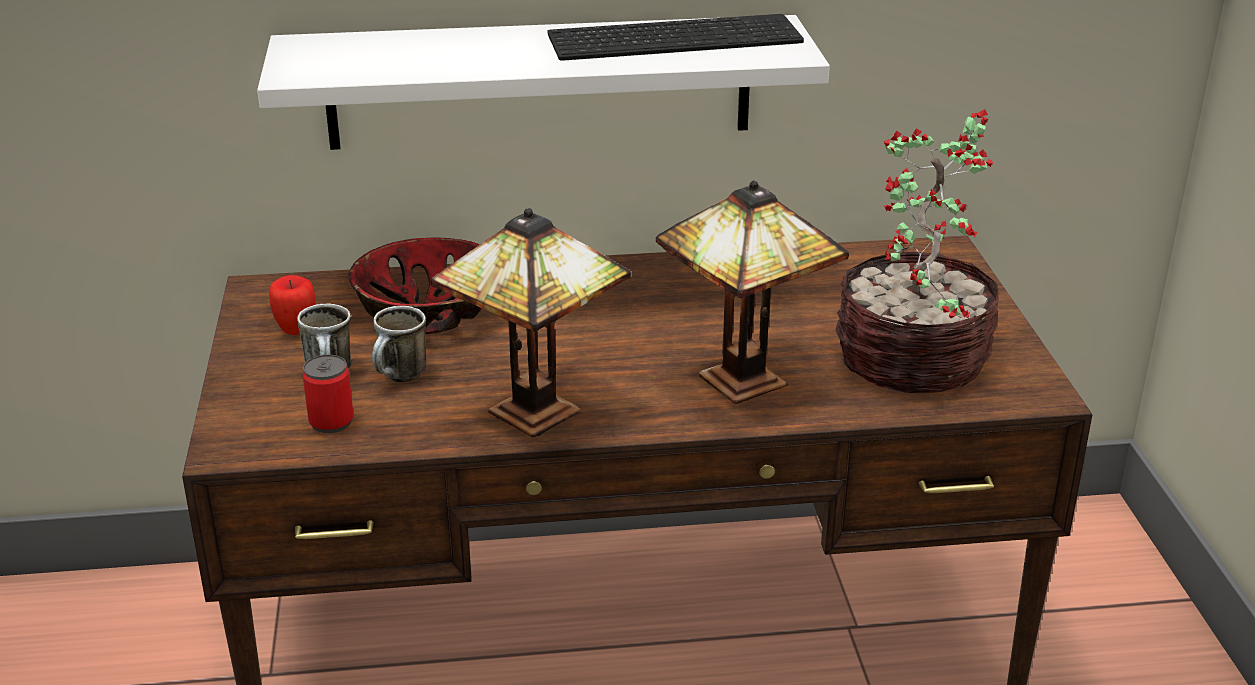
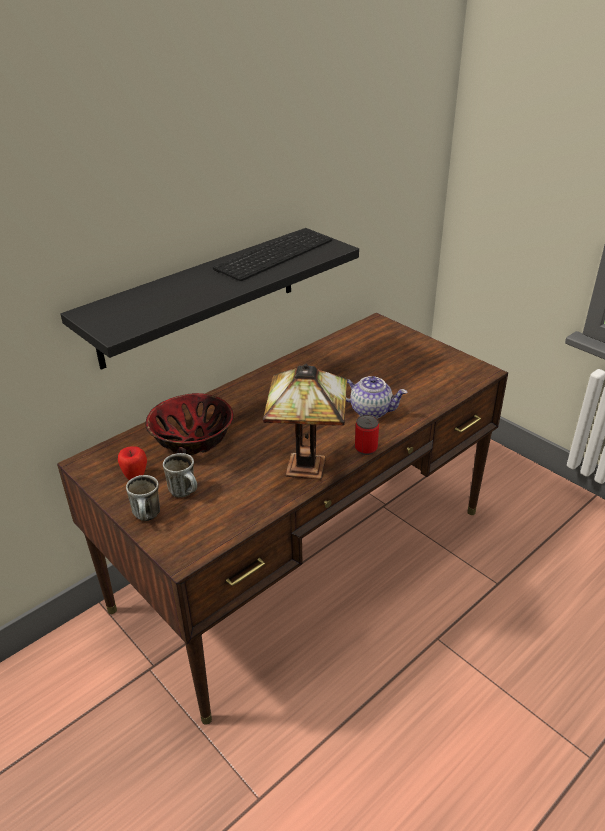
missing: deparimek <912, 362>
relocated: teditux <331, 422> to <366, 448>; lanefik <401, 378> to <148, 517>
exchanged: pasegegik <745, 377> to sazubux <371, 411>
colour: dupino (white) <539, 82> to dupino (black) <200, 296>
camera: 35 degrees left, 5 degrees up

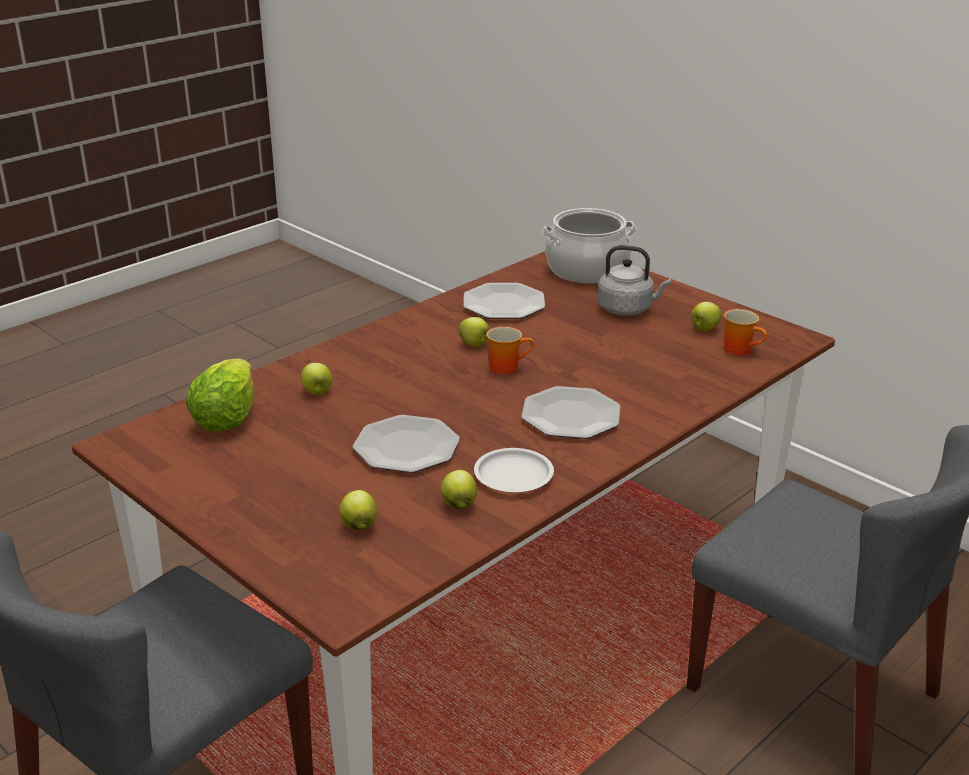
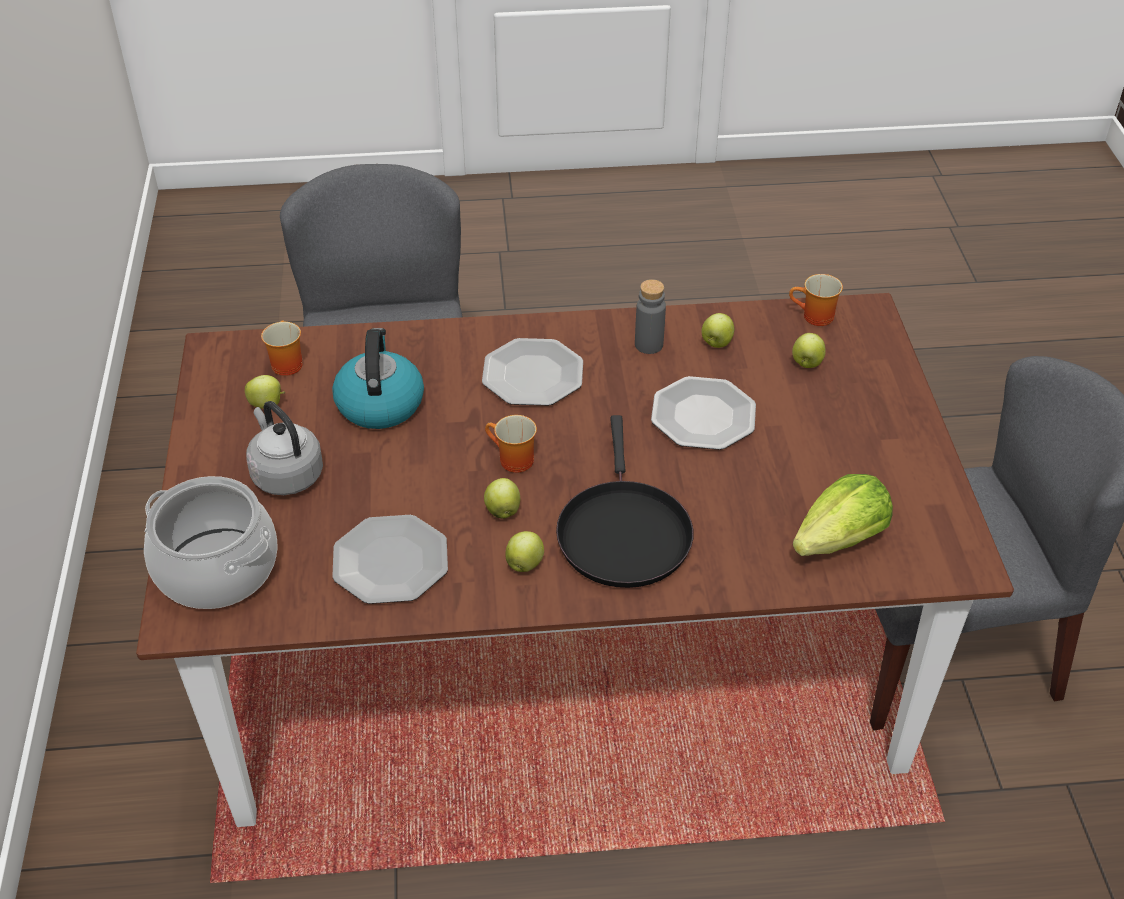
appeared: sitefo <379, 403>; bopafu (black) <622, 532>; lanefik <814, 318>
relocated: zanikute <317, 392> to <525, 563>
exchanged: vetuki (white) <514, 476> to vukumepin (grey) <648, 345>
camera: 140 degrees left, 15 degrees up

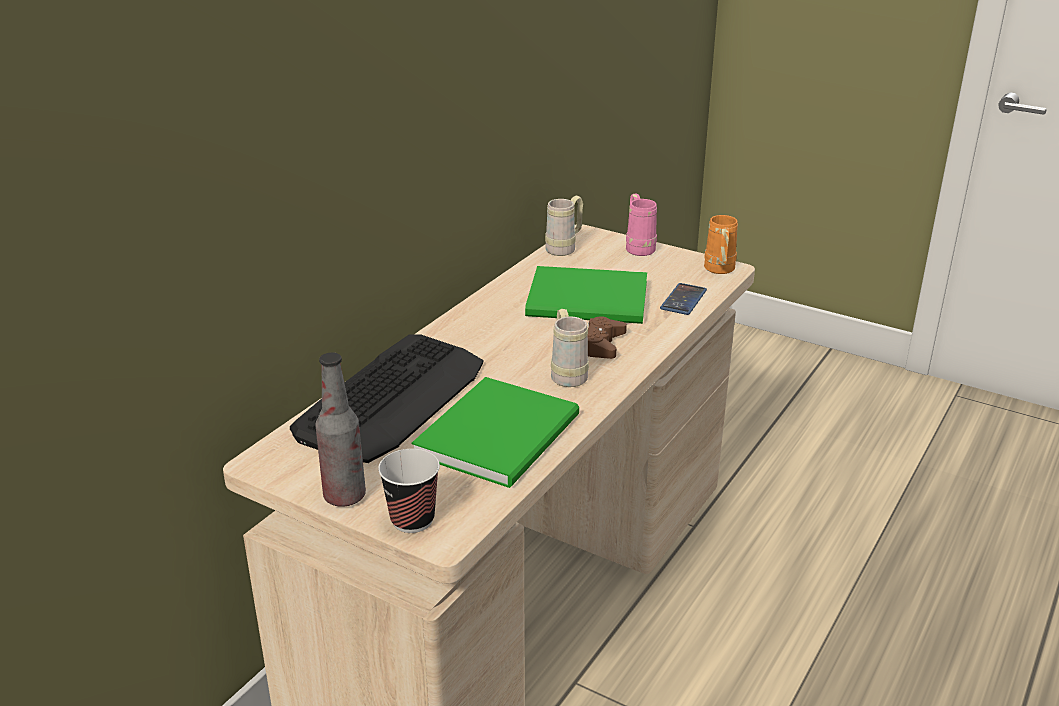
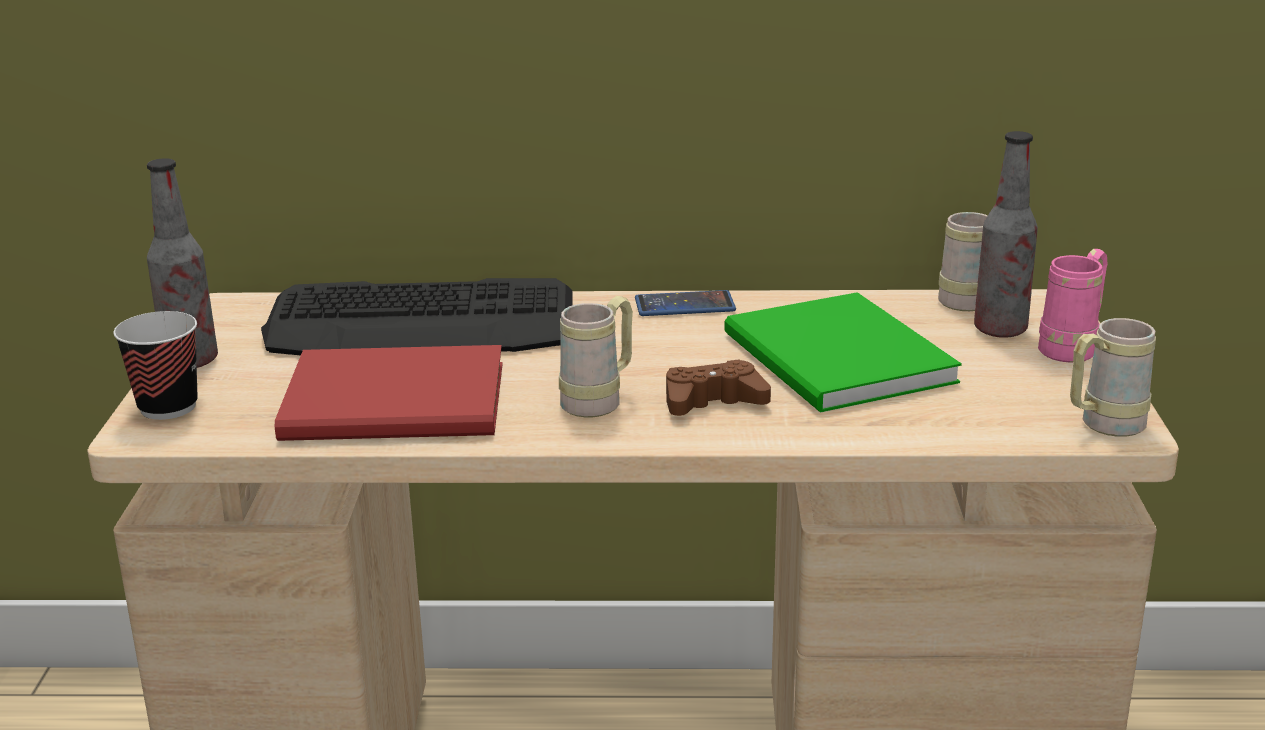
appeared: vukumepin <1000, 330>
relocated: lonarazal <683, 300> to <684, 305>
colour: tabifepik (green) <503, 434> to tabifepik (red) <401, 403>; lanefik (orange) <719, 271> to lanefik (beige) <1102, 426>
camera: 60 degrees right, 5 degrees down

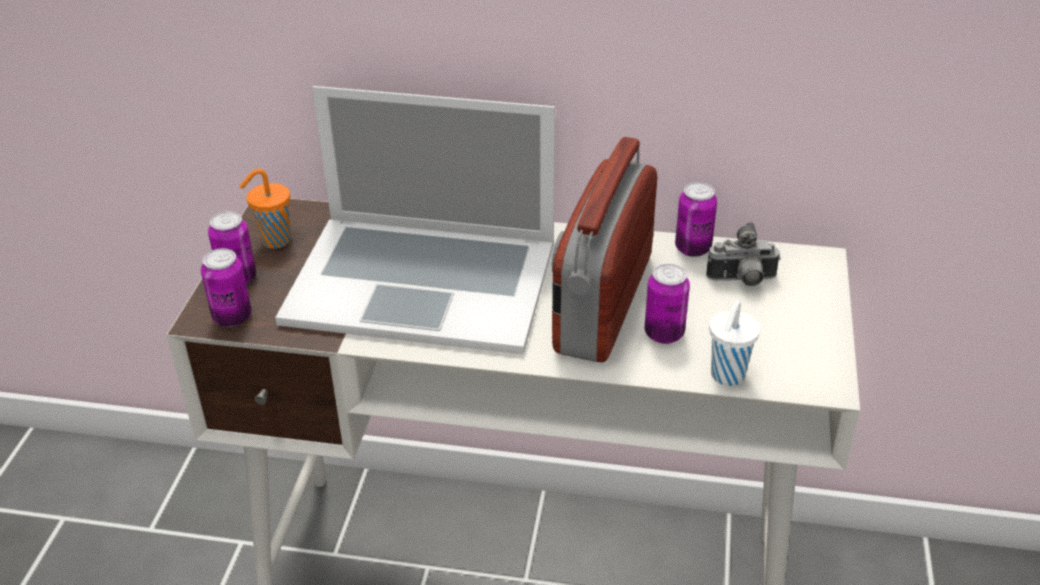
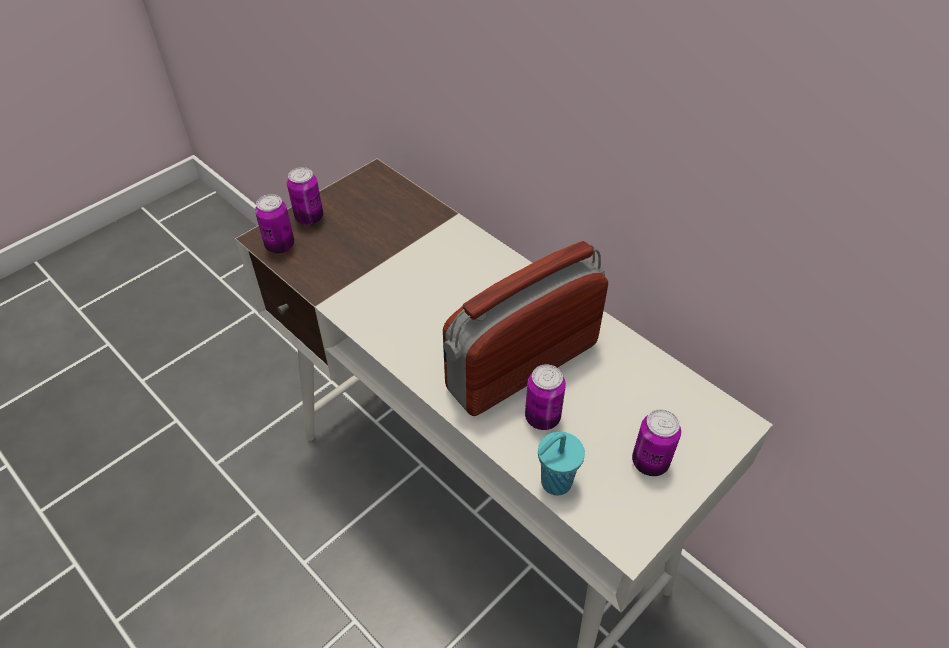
missing: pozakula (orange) <274, 241>; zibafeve <422, 281>; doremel <742, 281>
relocated: teditux <693, 248> to <650, 462>
colour: pozakula (white) <727, 376> to pozakula (turquoise) <554, 483>
camera: 35 degrees right, 10 degrees up

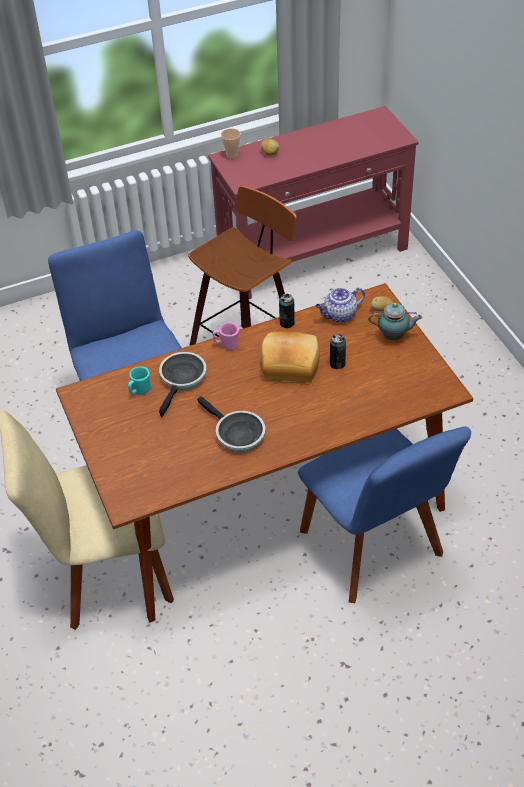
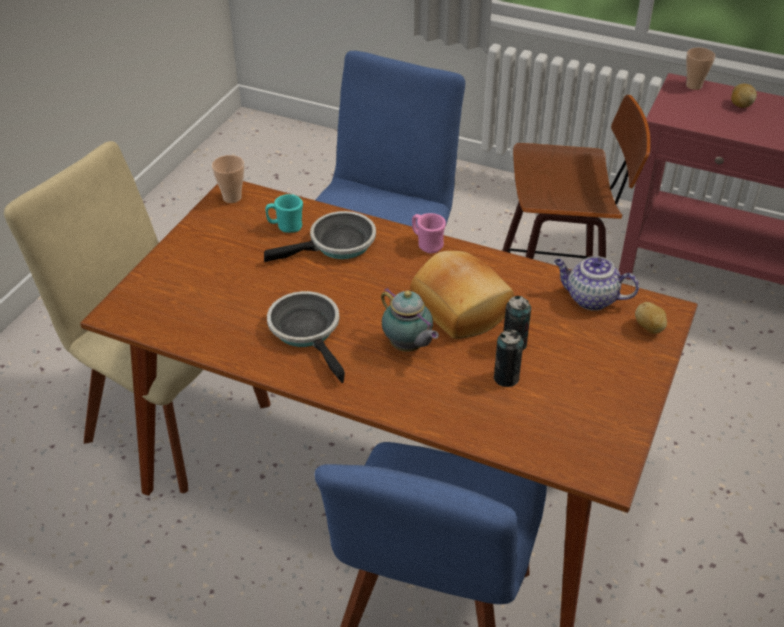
appeared: pozakula <232, 198>
relocated: teditux <287, 323> to <506, 378>; sazubux <394, 336> to <408, 347>
spun: bopafu <237, 434> = <307, 331> 150 degrees clockwise
camera: 45 degrees right, 5 degrees down

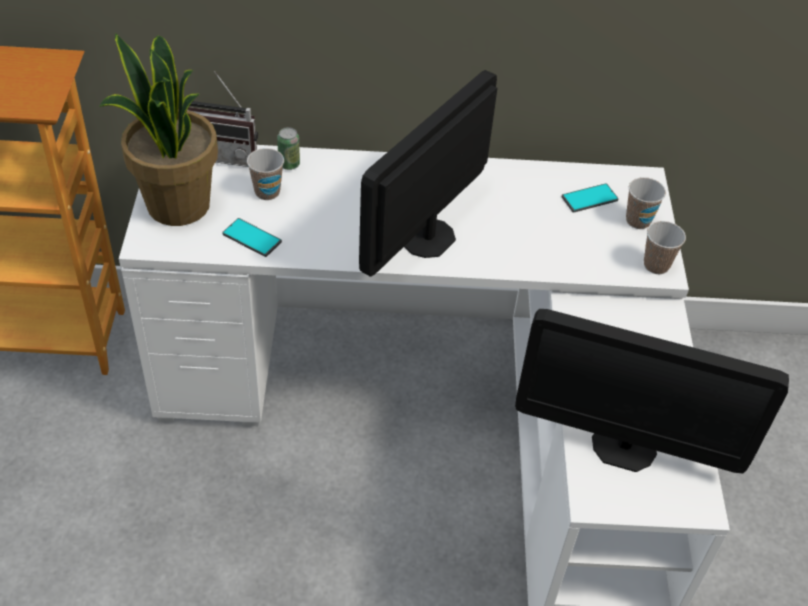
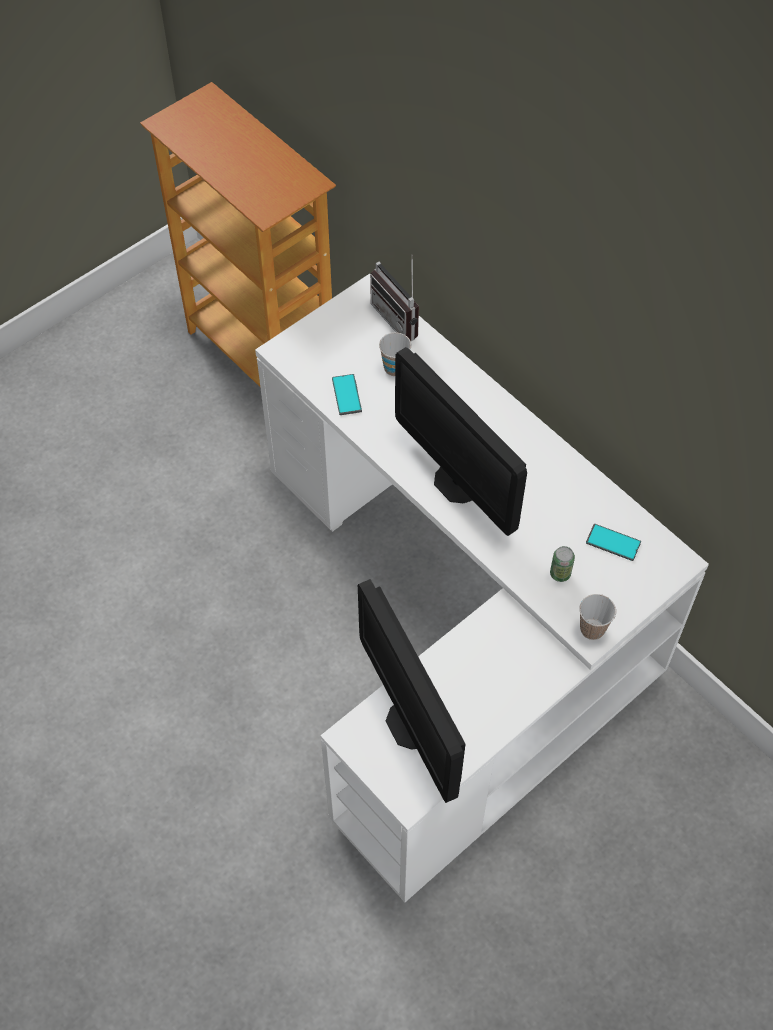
missing: deparimek <177, 205>; pozakula <638, 221>
relocated: teditux <289, 164> to <560, 574>
spun: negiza <428, 238> = <458, 482> 120 degrees counterclockwise
camera: 50 degrees right, 10 degrees up

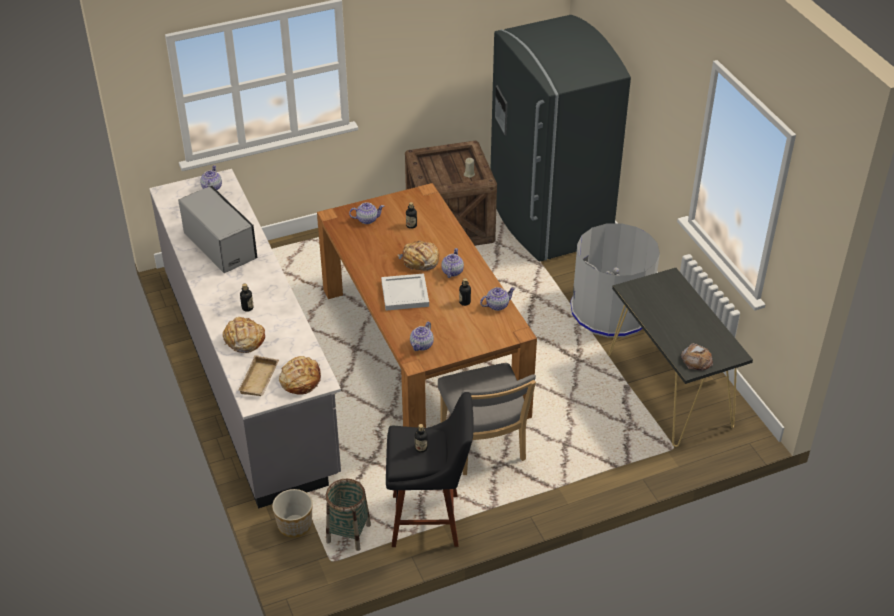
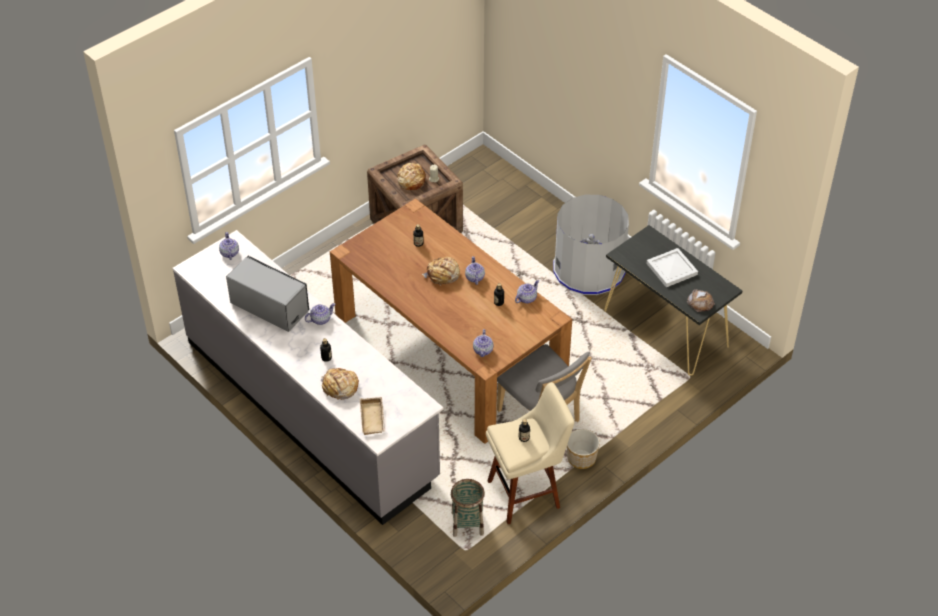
missing: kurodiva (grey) <547, 219>
relocated: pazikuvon <294, 525> to <581, 459>; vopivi <300, 380> to <411, 180>; sazubux <367, 219> to <321, 319>; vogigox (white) <404, 294> to <671, 269>
colour: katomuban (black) <430, 520> to katomuban (beige) <527, 493>
camera: 20 degrees left, 5 degrees up

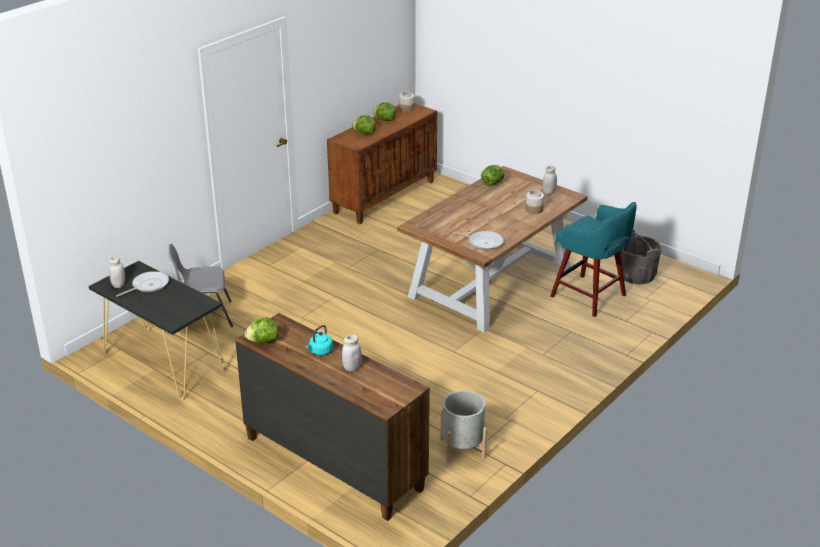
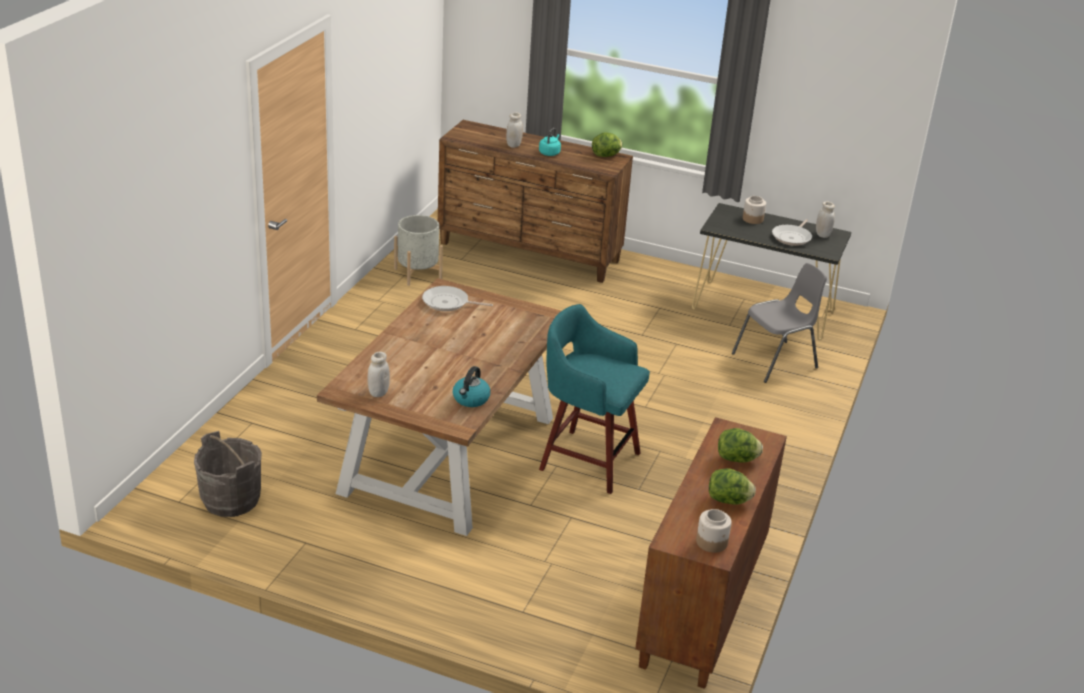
relocated: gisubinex <534, 209> to <753, 219>; katomuban (turquoise) <590, 297> to <586, 460>
exchanged: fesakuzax <493, 183> to sitefo <471, 399>
camera: 160 degrees right, 0 degrees up

